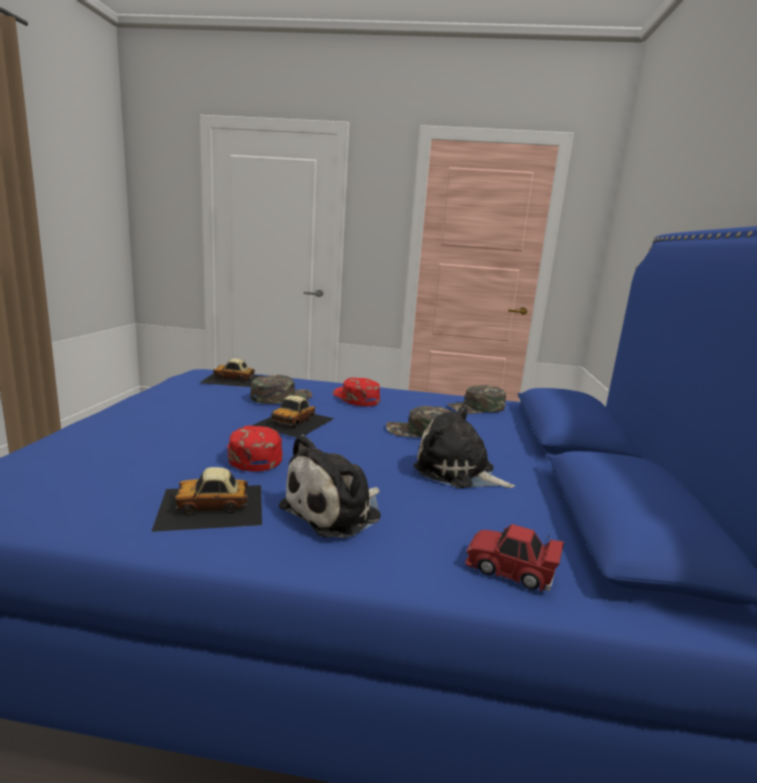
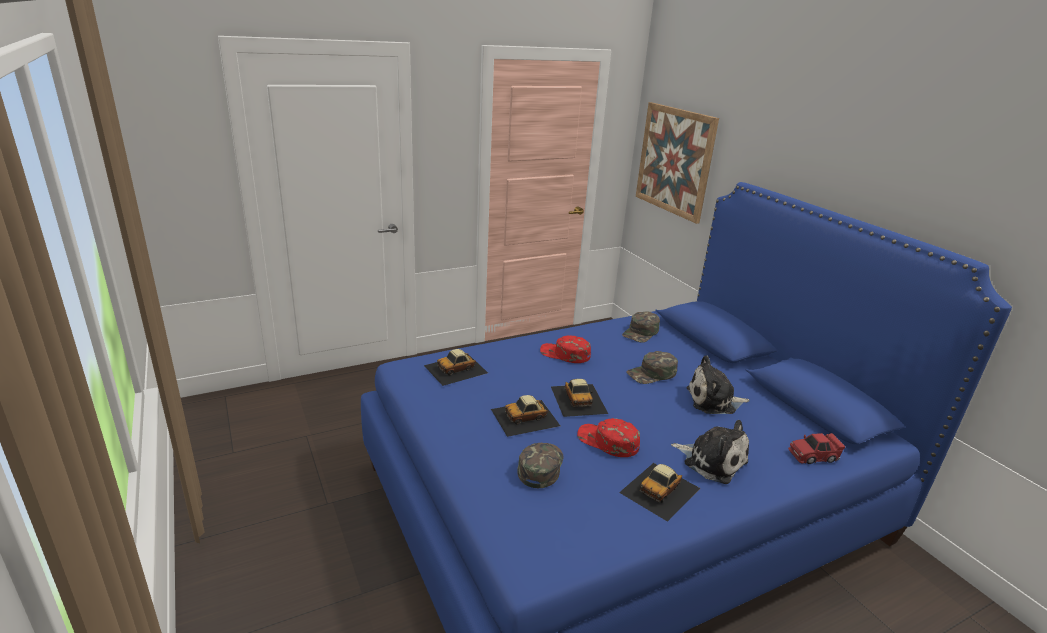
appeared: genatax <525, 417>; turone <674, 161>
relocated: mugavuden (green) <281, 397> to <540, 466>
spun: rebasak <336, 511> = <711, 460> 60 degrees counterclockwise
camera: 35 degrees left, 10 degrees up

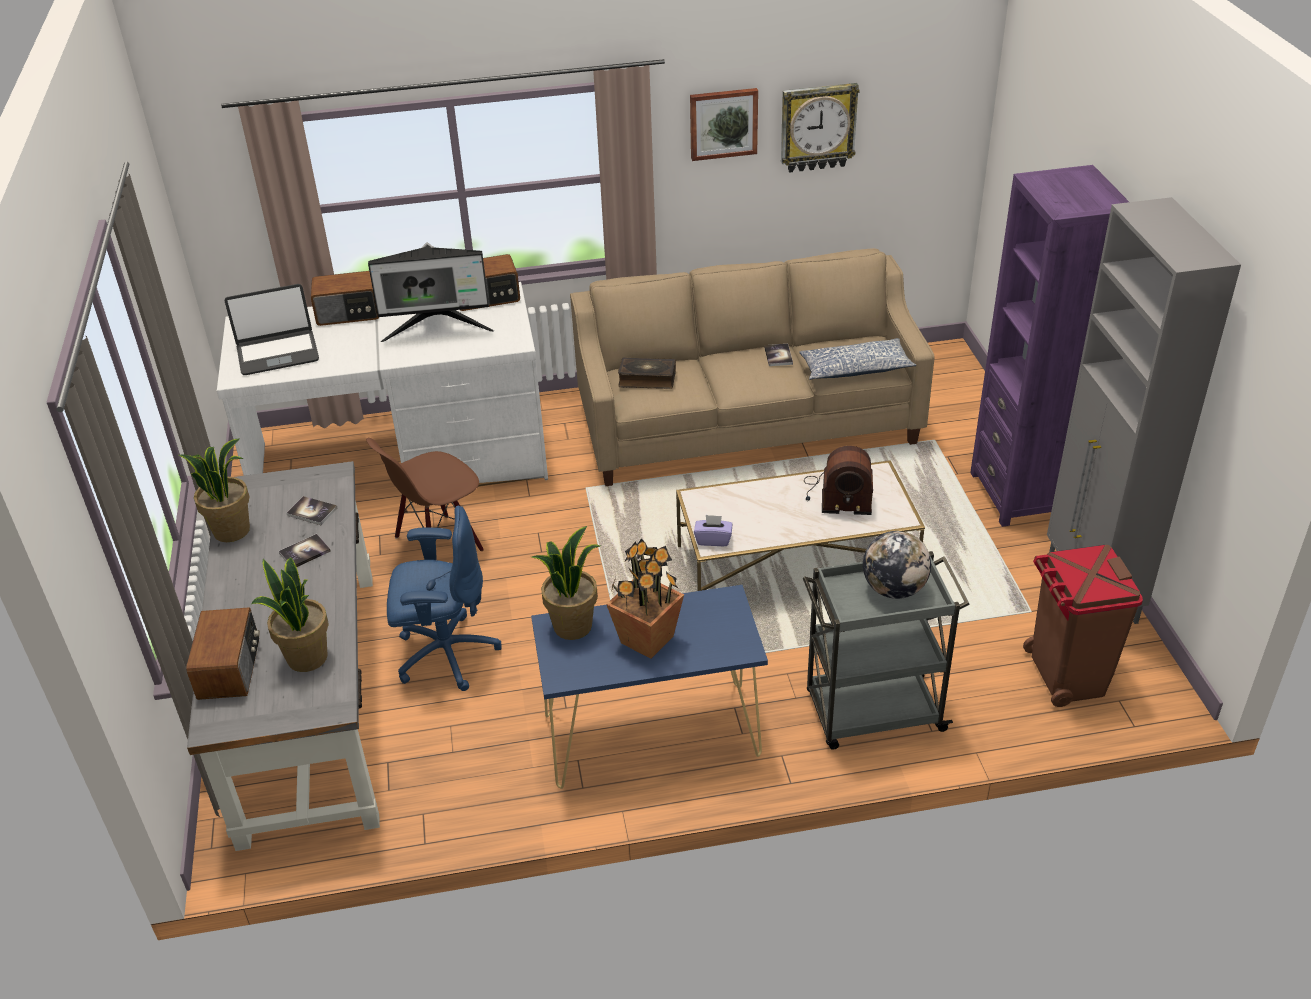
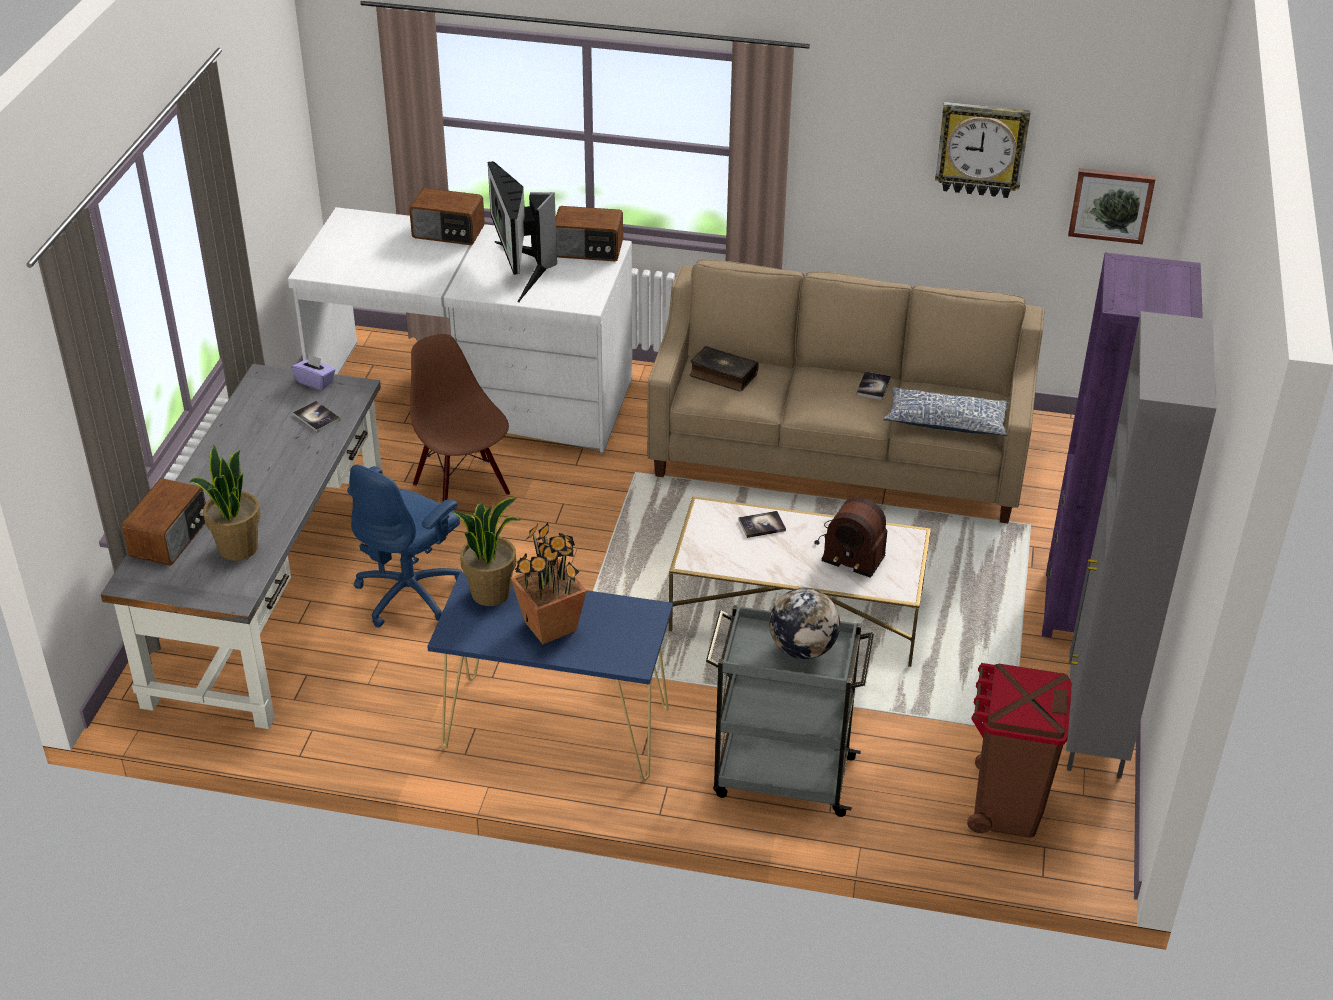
missing: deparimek <232, 530>; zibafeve <277, 353>
relocated: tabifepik <305, 552> to <762, 525>; turone <723, 123> to <1111, 204>; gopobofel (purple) <713, 540> to <315, 382>
spun: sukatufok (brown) <438, 545> = <462, 488> 75 degrees clockwise; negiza <437, 328> = <522, 269> 60 degrees clockwise; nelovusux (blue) <445, 654> = <411, 593> 105 degrees clockwise
camera: 20 degrees right, 0 degrees up

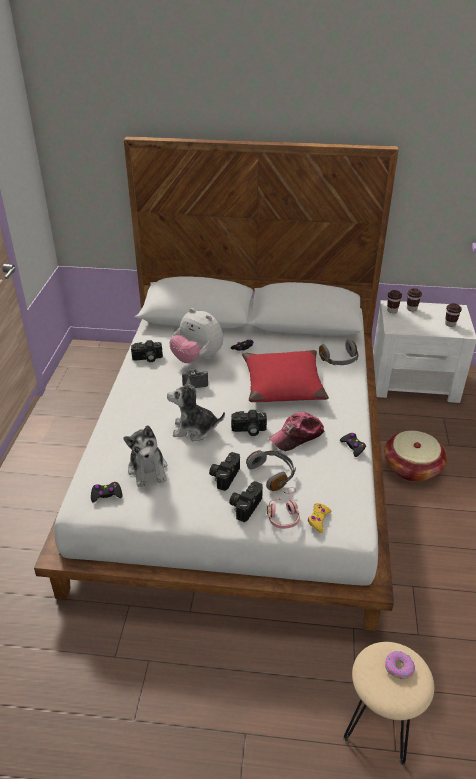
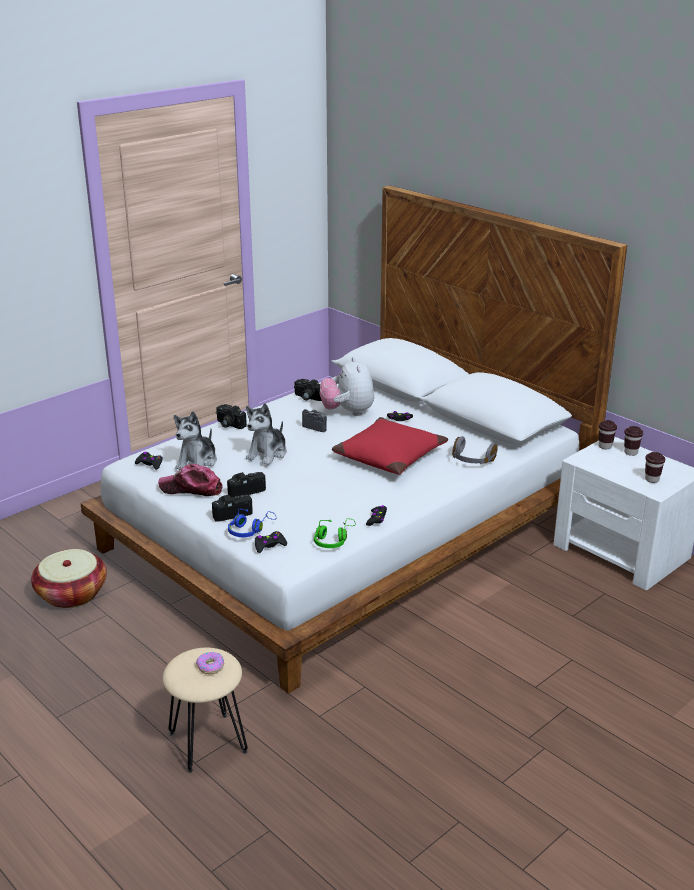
missing: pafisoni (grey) <272, 474>
appeared: pafisoni (green) <333, 540>
relocated: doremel <249, 430> to <228, 424>; mugavuden <297, 436> to <191, 488>; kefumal <412, 467> to <72, 594>
colour: pafisoni (pink) <283, 514> to pafisoni (blue) <249, 530>; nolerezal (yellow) <318, 520> to nolerezal (black) <269, 545>
spun: rebasak <194, 429> = <267, 454> 105 degrees counterclockwise
camera: 40 degrees right, 10 degrees down

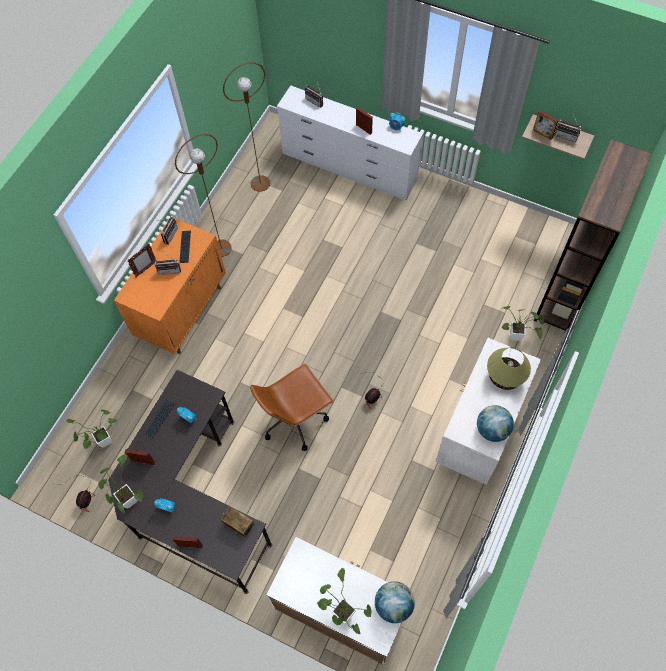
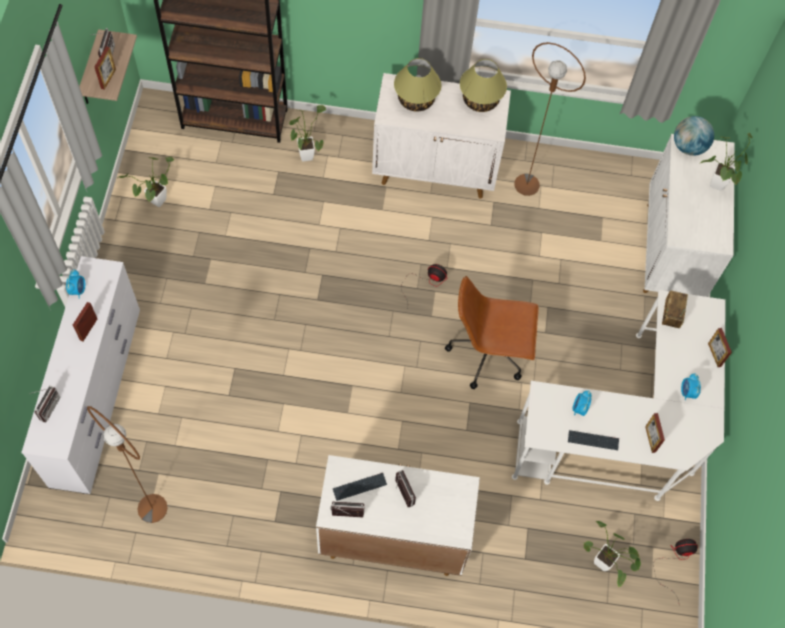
missing: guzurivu <145, 269>
relocated: deparimek <128, 498> to <155, 203>; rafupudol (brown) <221, 248> to <527, 184>
exchanged: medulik <492, 429> to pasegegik <480, 100>
colour: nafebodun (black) <194, 500> to nafebodun (white) <626, 429>; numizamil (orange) <183, 311> to numizamil (white) <392, 537>
spun: nelovusux (brown) <295, 418> = <488, 353> 150 degrees clockwise
camera: 115 degrees left, 0 degrees up

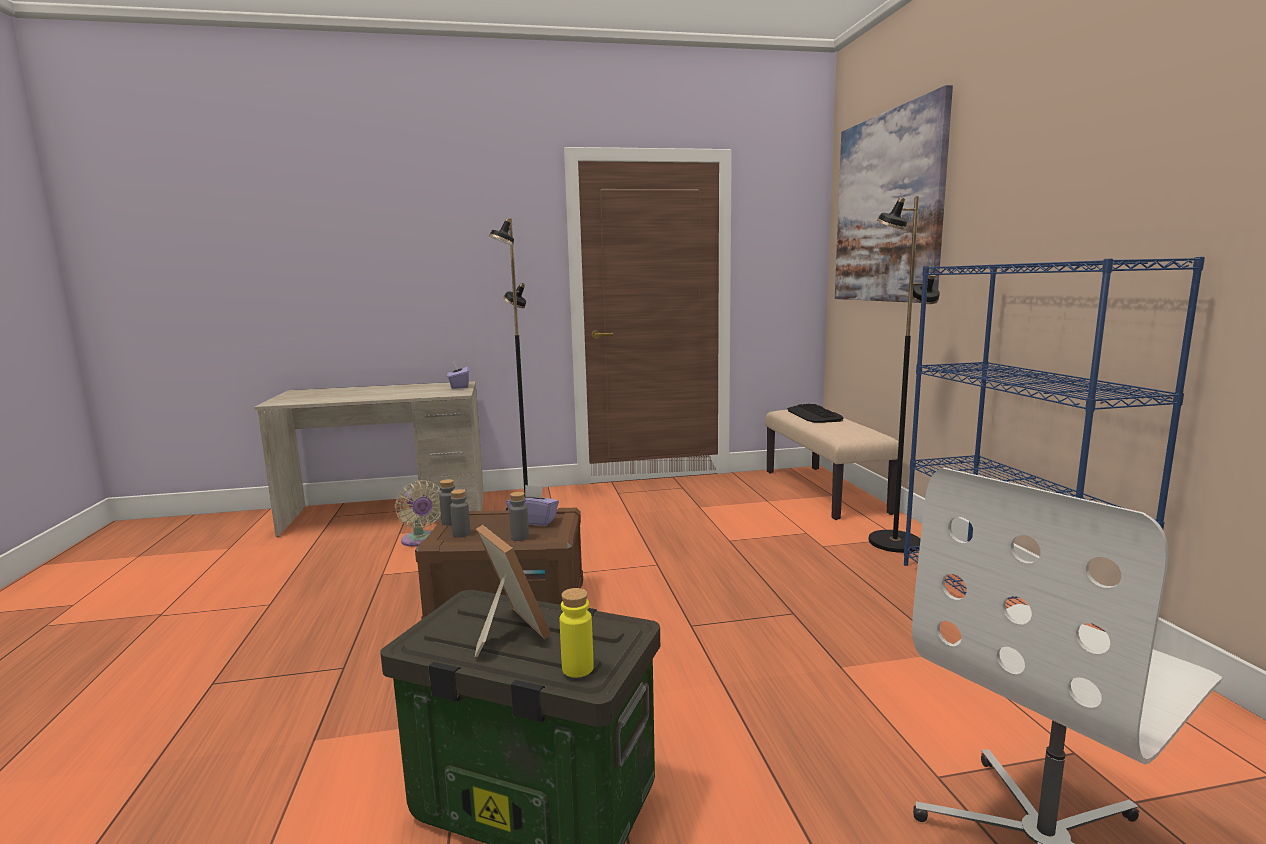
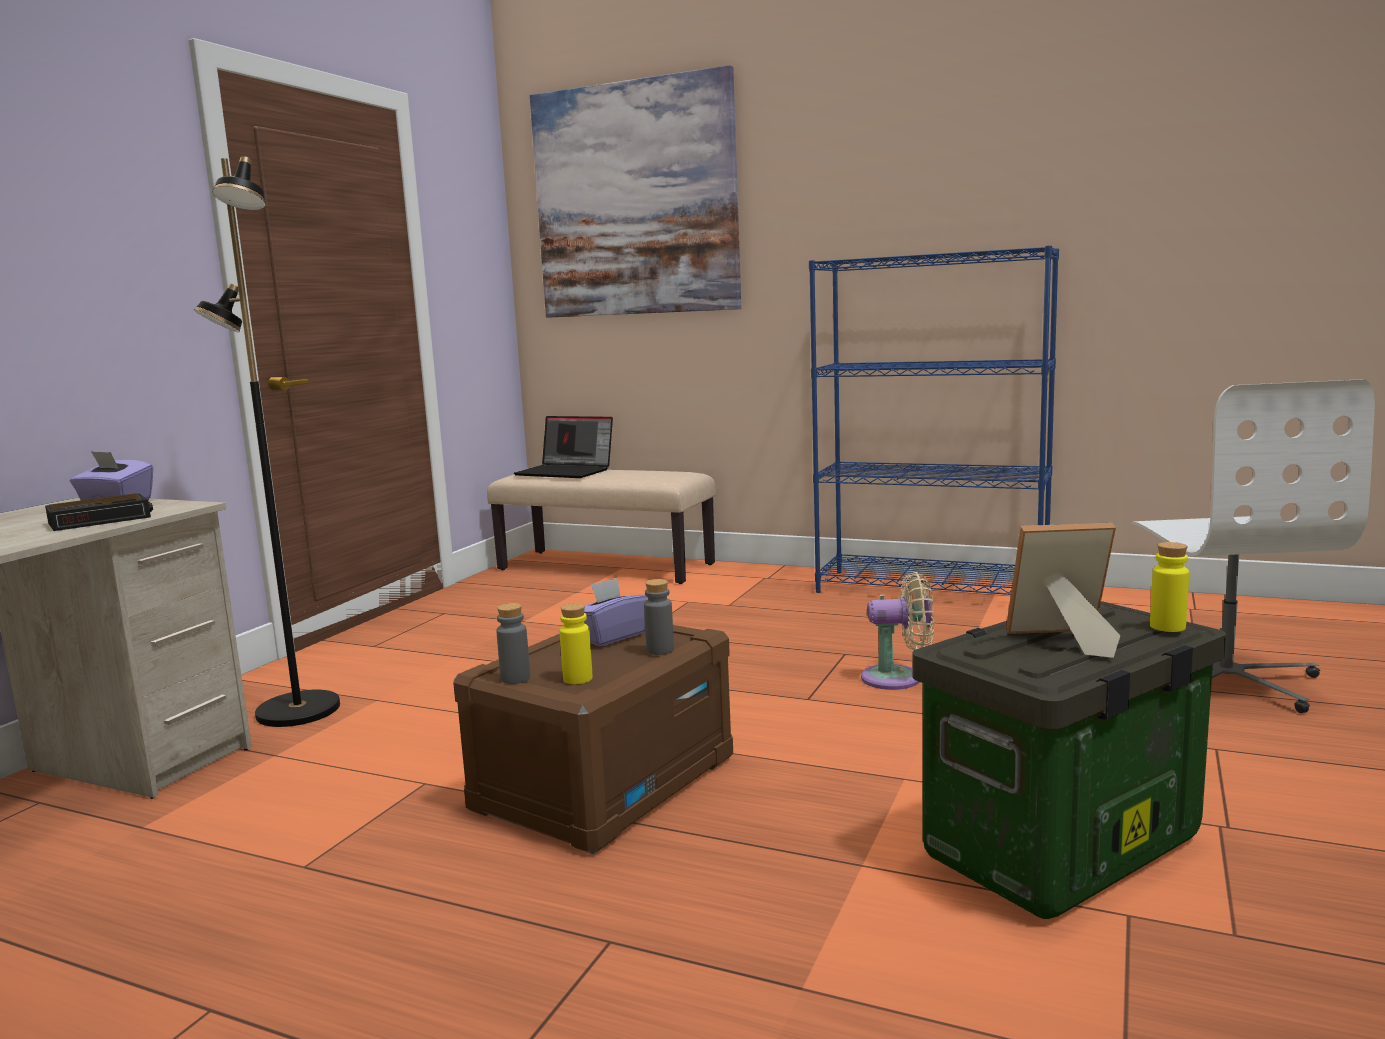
missing: rafupudol (black) <893, 542>
appeared: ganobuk <102, 520>
relocated: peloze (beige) <421, 541> to <898, 678>
exchanged: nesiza <813, 415> to zibafeve <567, 472>
colour: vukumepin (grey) <461, 534> to vukumepin (yellow) <577, 679>
camera: 55 degrees left, 0 degrees up

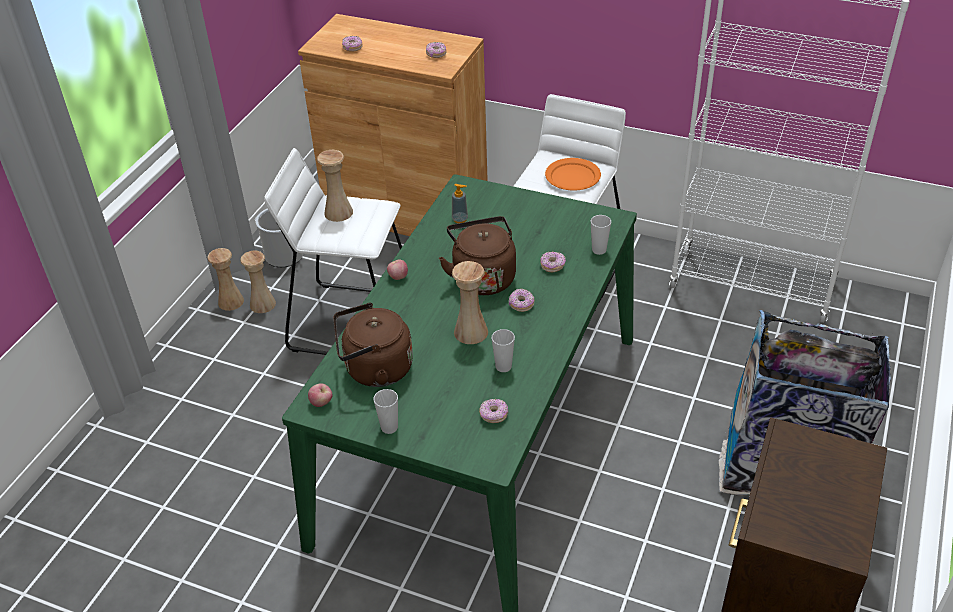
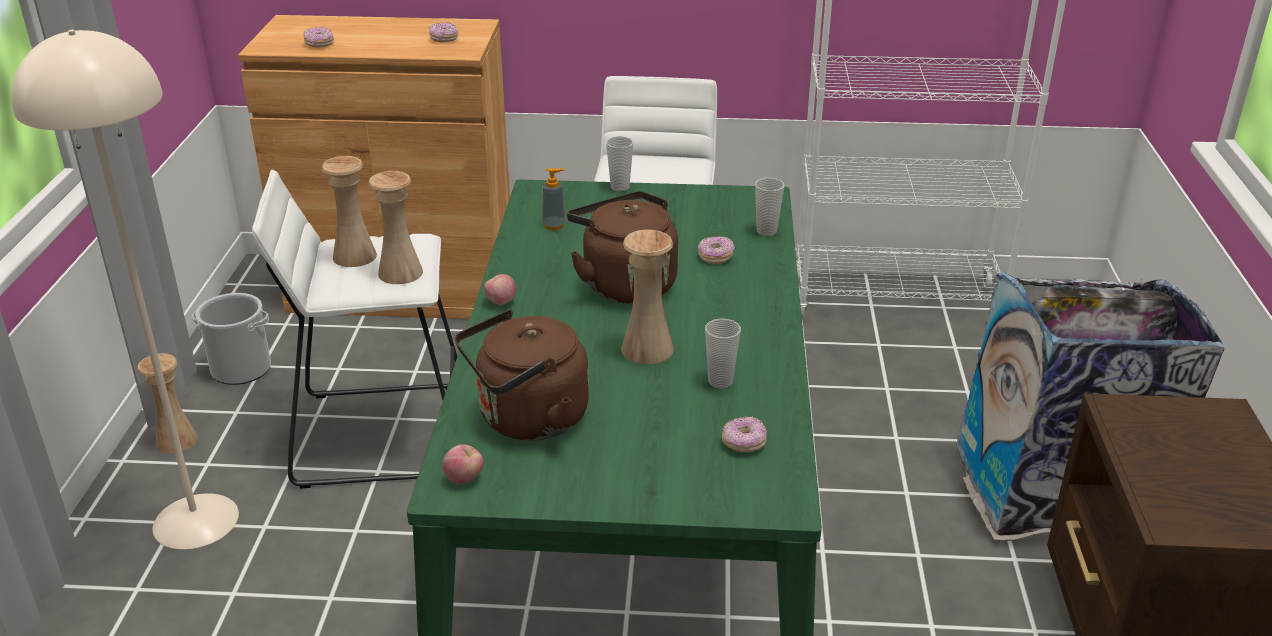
missing: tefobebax <521, 305>; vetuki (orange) <572, 177>
appeared: rafupudol (beige) <195, 521>
relocated: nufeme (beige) <262, 304> to <400, 273>; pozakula <389, 427> to <620, 187>
camera: 20 degrees left, 10 degrees down

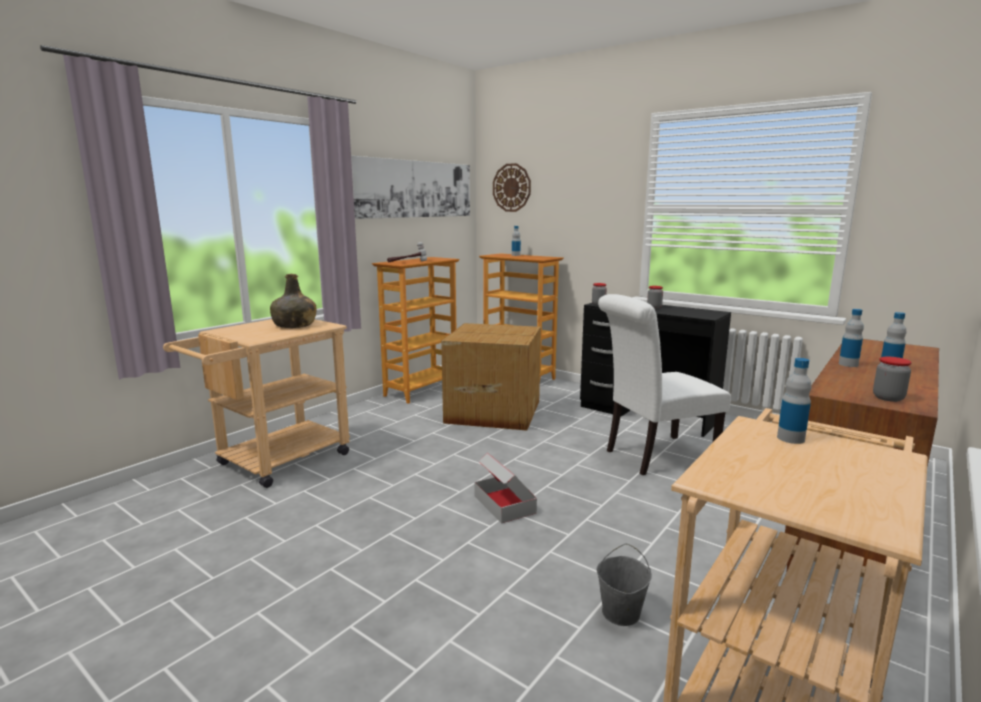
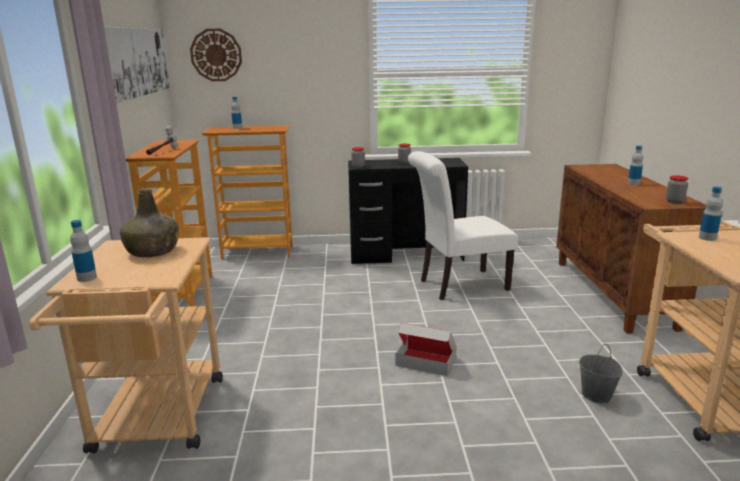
missing: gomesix <492, 411>
relocated: vukumepin <848, 364> to <87, 278>
spun: sukatufok (white) <654, 456> = <458, 285> 45 degrees clockwise
camera: 40 degrees left, 5 degrees up

